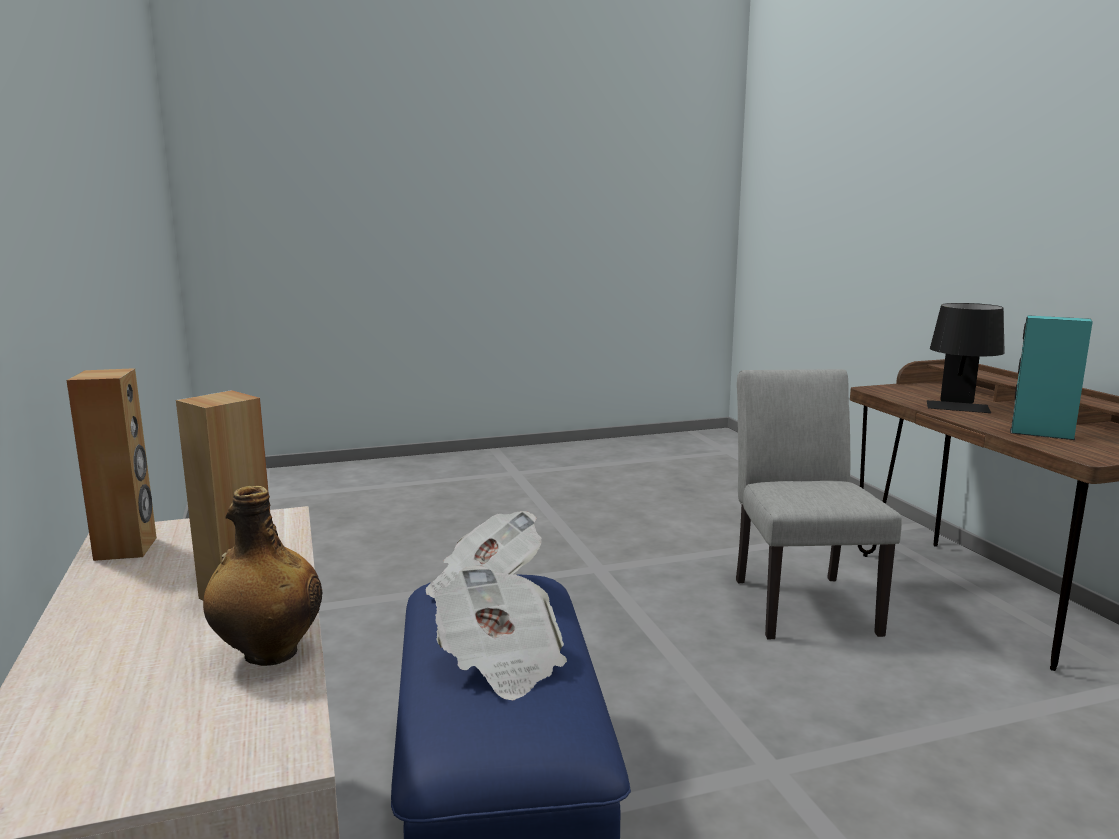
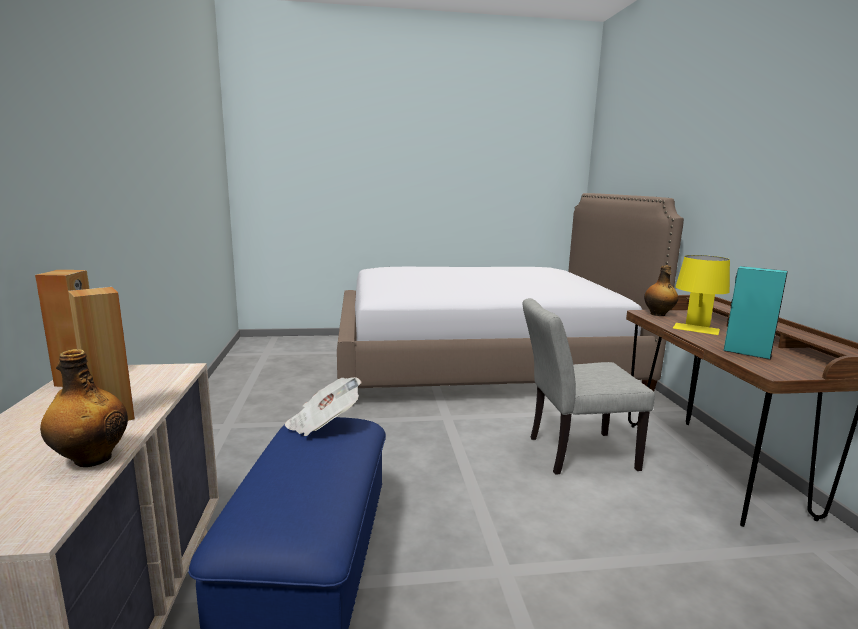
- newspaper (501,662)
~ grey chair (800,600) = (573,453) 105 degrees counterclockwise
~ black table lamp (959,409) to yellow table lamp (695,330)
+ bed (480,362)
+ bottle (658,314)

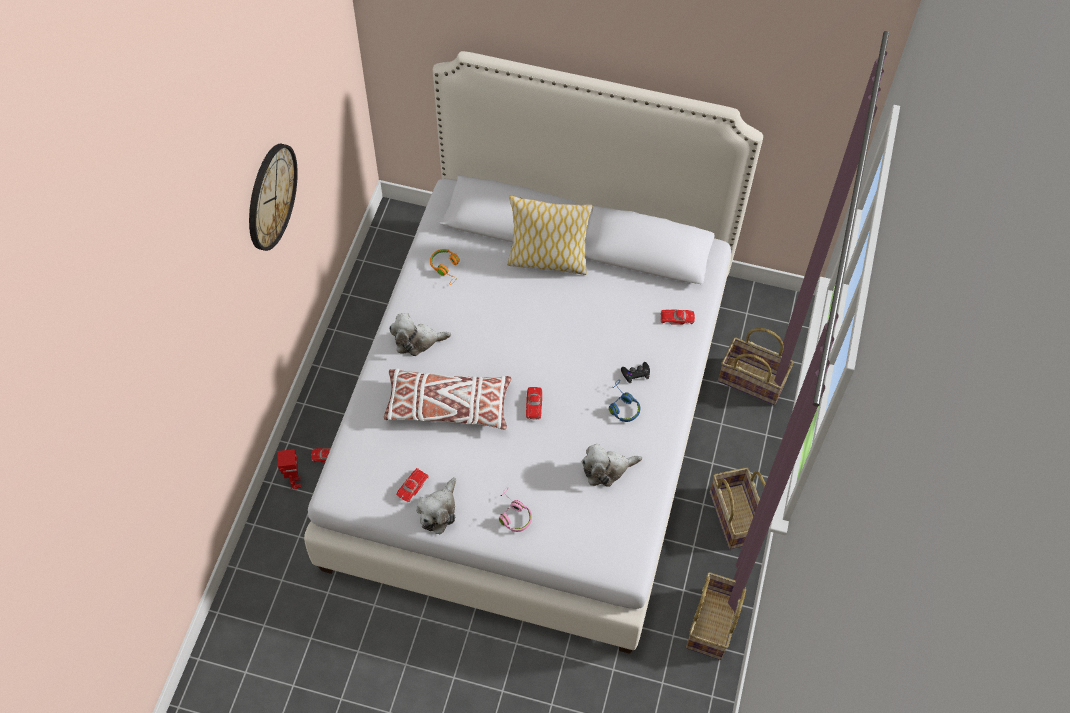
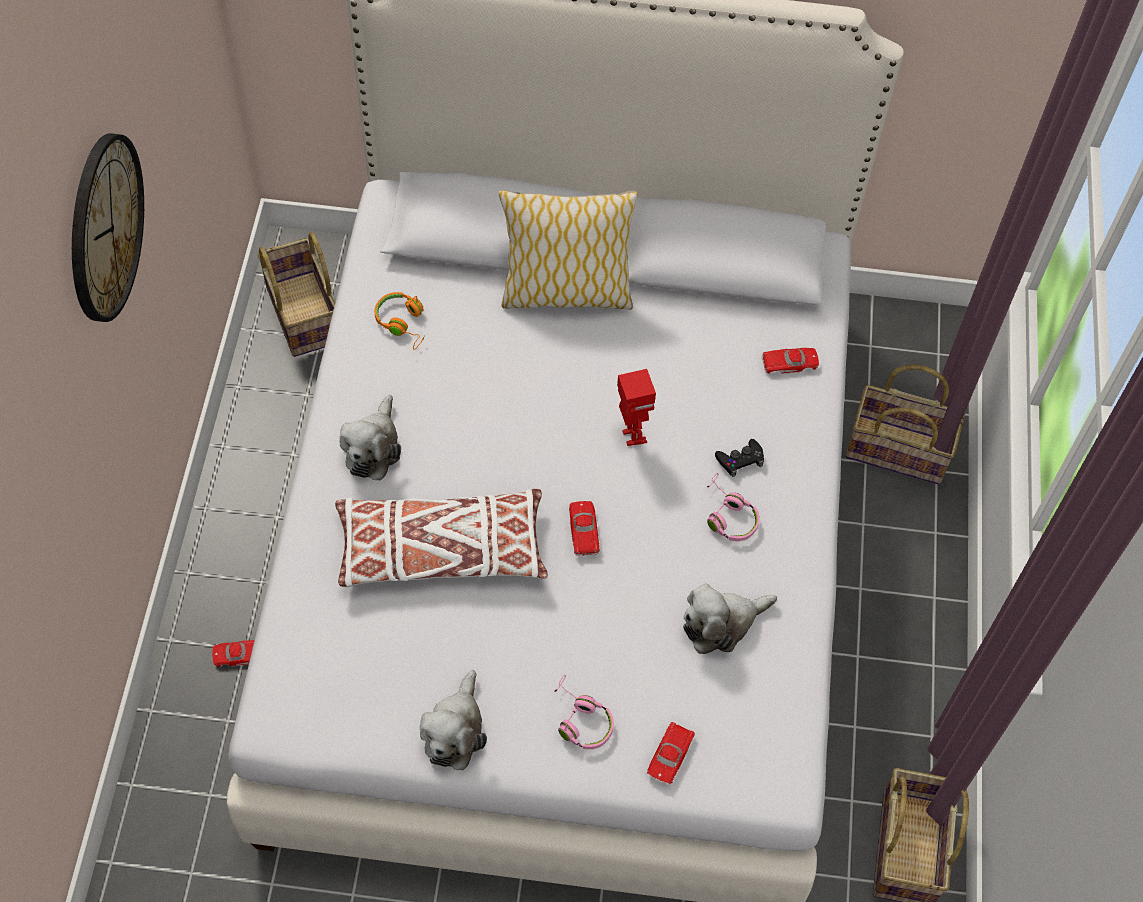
~ toy robot (295,482) to (631,437)
~ plush toy (417,341) = (373,447) 60 degrees counterclockwise
~ red toy car (412,486) to (670,755)
~ blue headphones (622,406) to pink headphones (728,515)
~ basket (734,516) to (301,314)

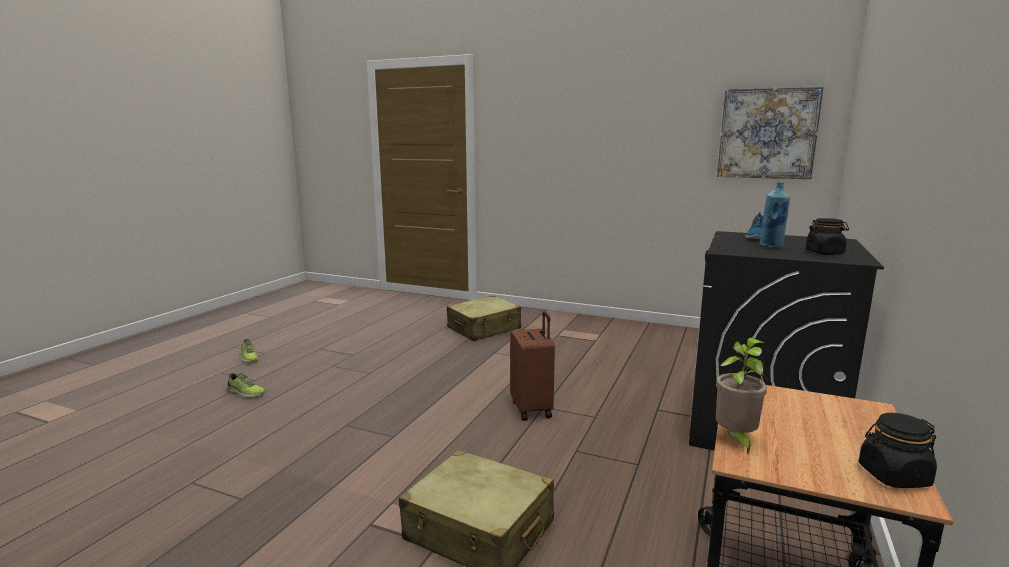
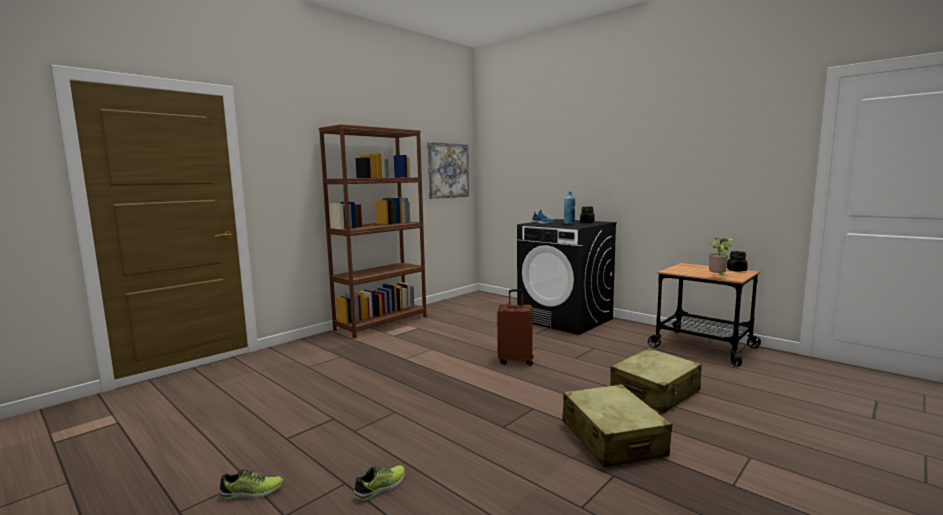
~ beige suitcase (484,329) to (612,438)
+ brown bookcase (381,323)

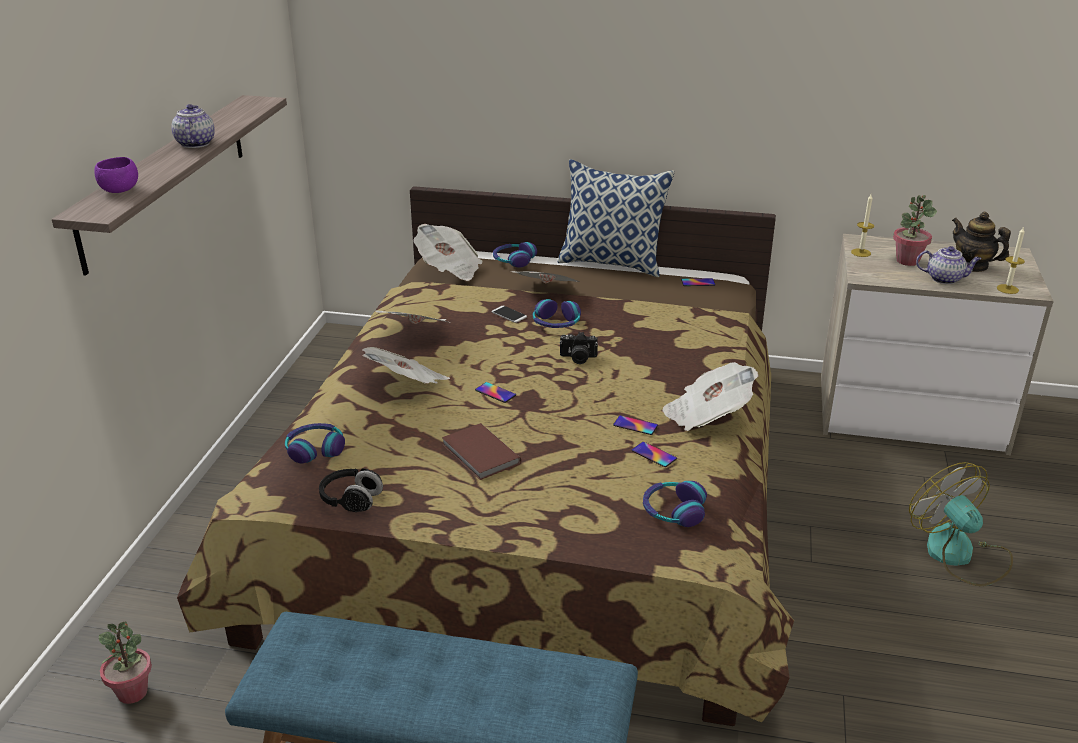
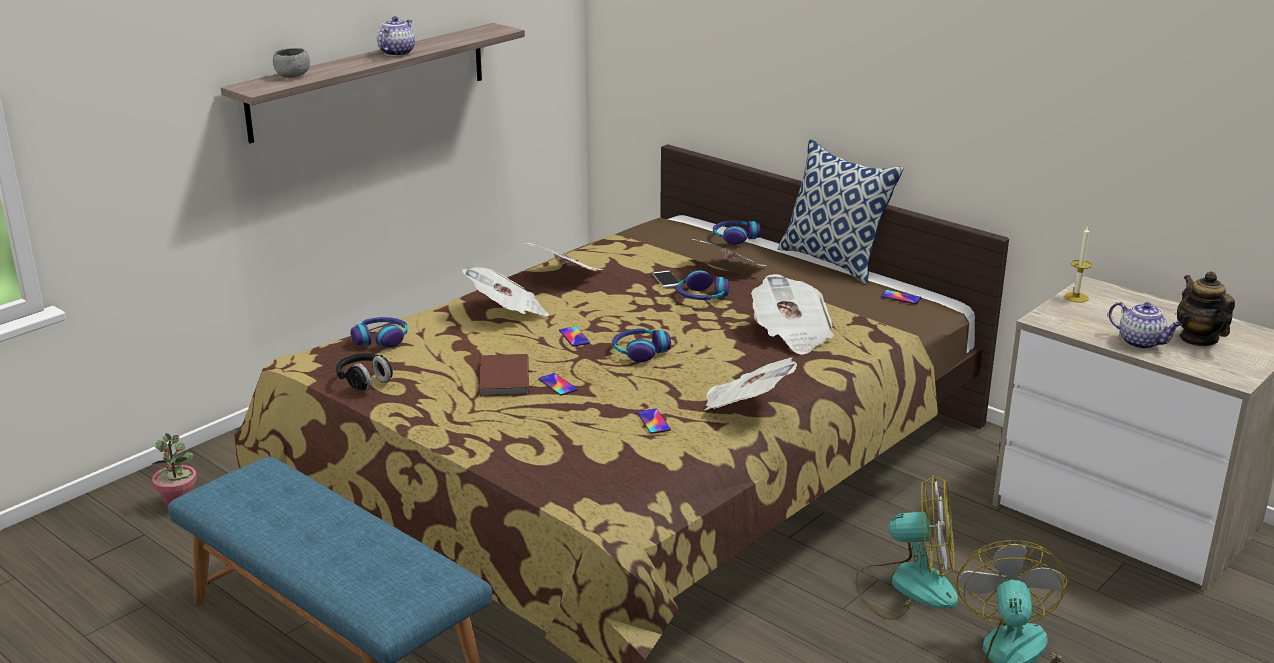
~ purple bowl (119,190) to grey bowl (292,76)
~ newspaper (449,269) to (791,335)
- photo camera (578,358)
~ phone (635,425) to (557,385)
~ headphones (673,511) to (640,351)
- potted plant (907,261)
- candle (1007,289)
+ fan (907,586)

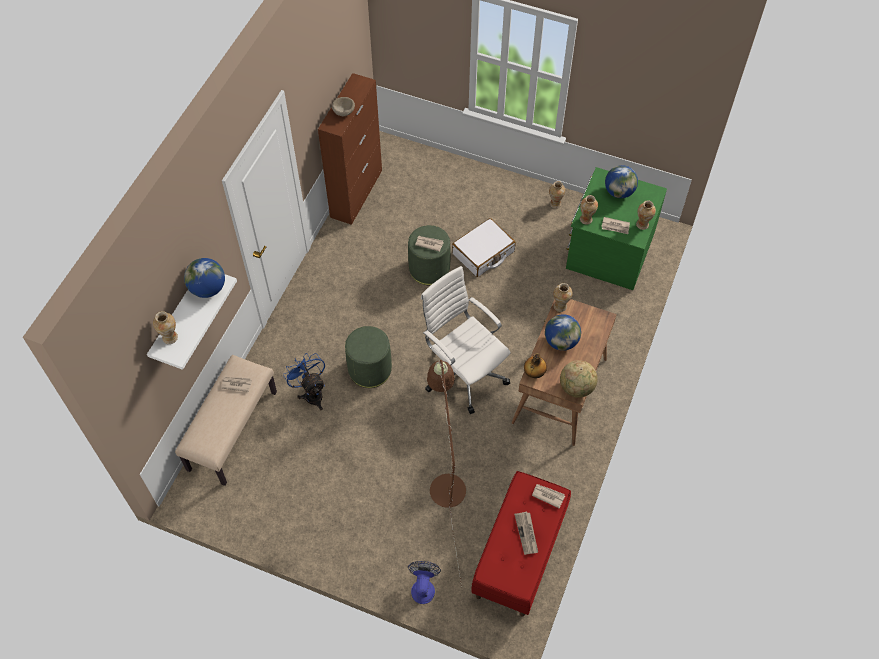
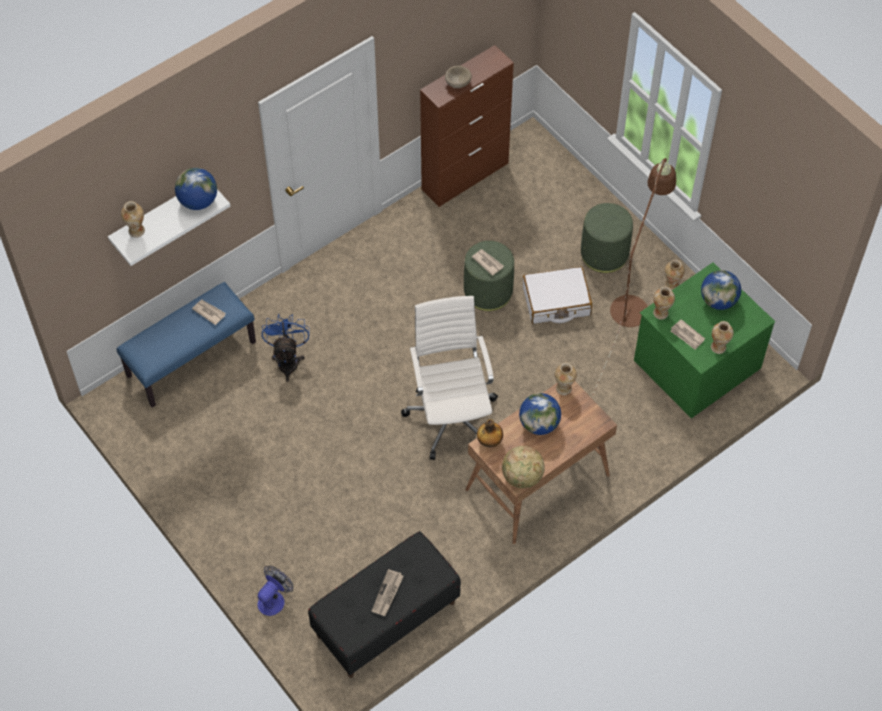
~ beige bench (232,430) to blue bench (191,358)
~ green ottoman (370,369) to (604,254)
~ brown floor lamp (446,481) to (632,302)
~ red bench (519,555) to black bench (386,619)
- newspaper (548,495)

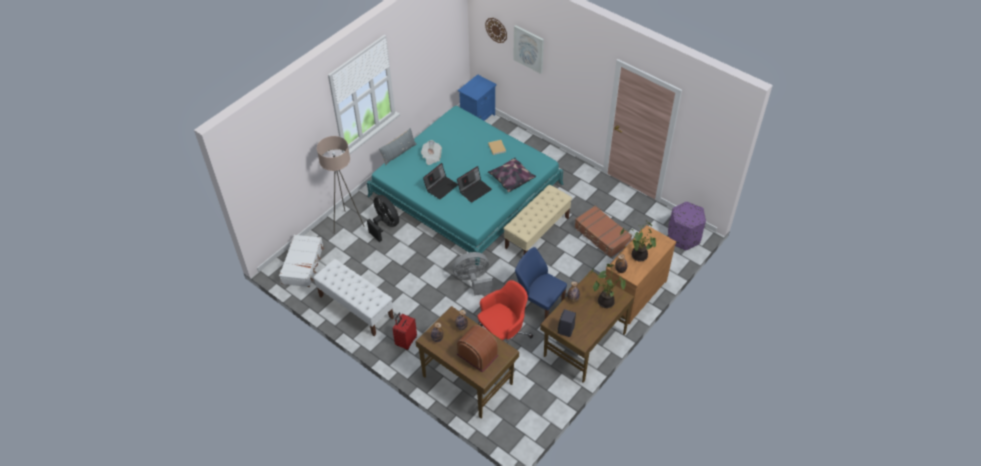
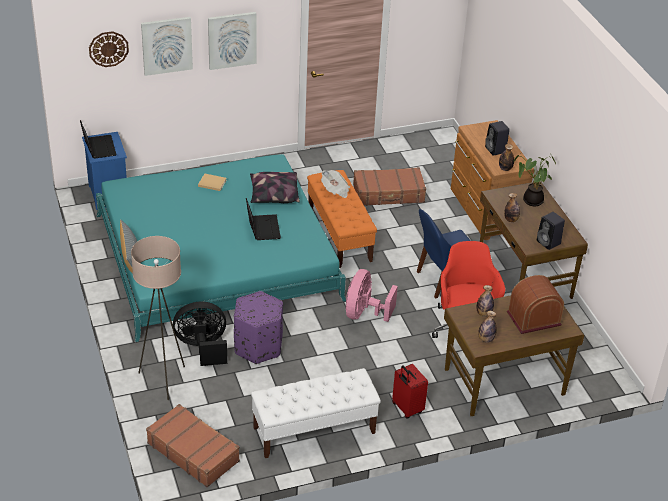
~ white suitcase (303,264) to brown suitcase (193,452)
~ newspaper (431,157) to (335,190)
~ laptop (441,187) to (98,147)
~ grey fan (473,281) to pink fan (364,313)
~ beige bench (537,232) to orange bench (339,234)
~ potted plant (637,256) to black speaker (496,150)
~ purple ottoman (683,237) to (258,346)
+ picture (232,40)

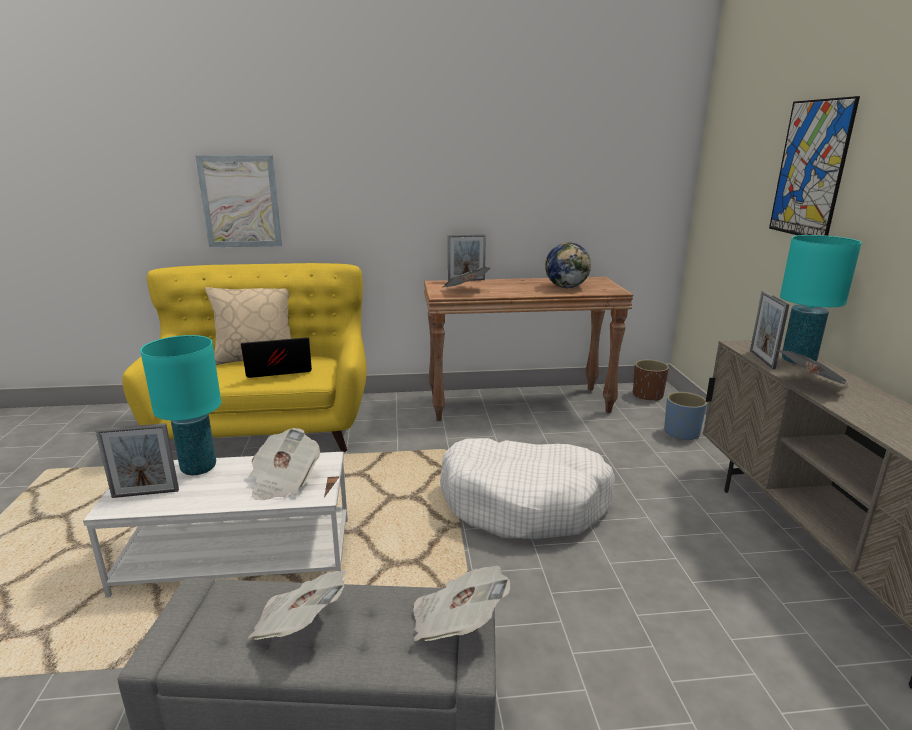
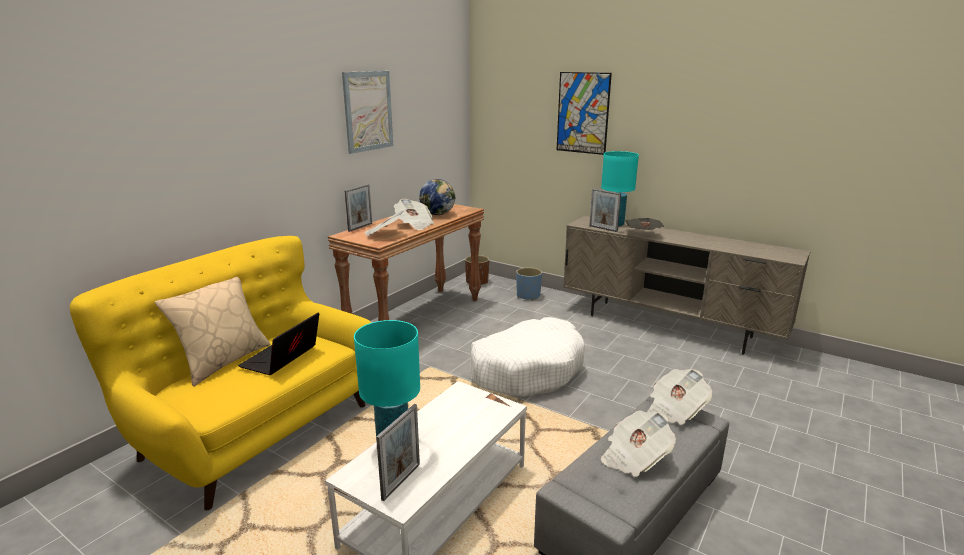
~ picture (240,201) to (368,111)
~ newspaper (283,481) to (414,225)

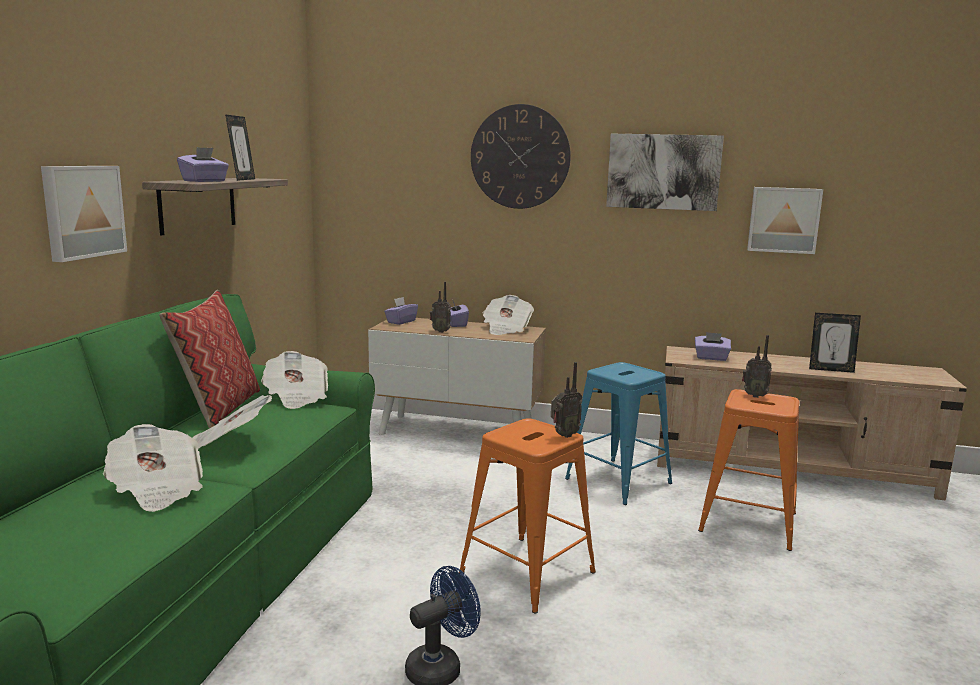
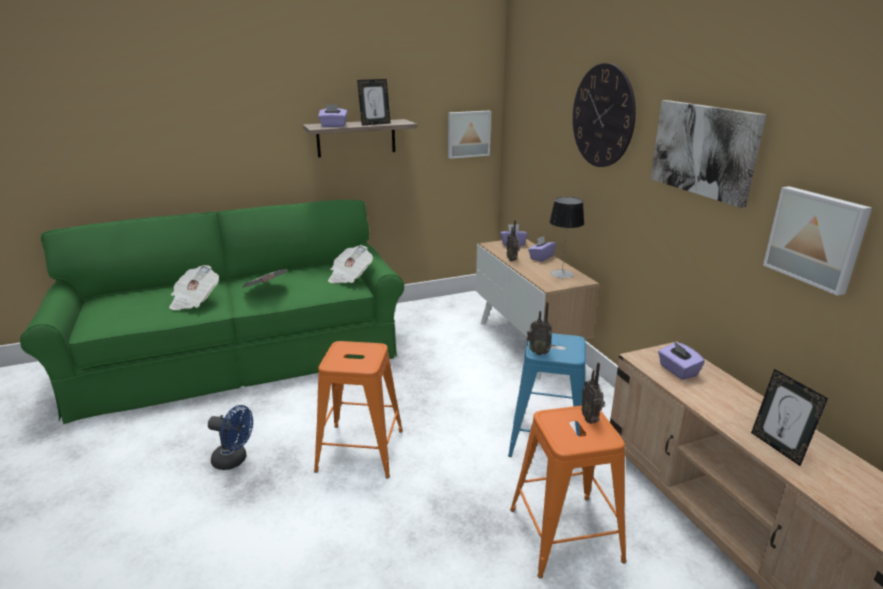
~ picture (82,211) to (468,134)
- pillow (219,408)
~ newspaper (506,329) to table lamp (562,274)
~ radio (563,435) to (538,352)

